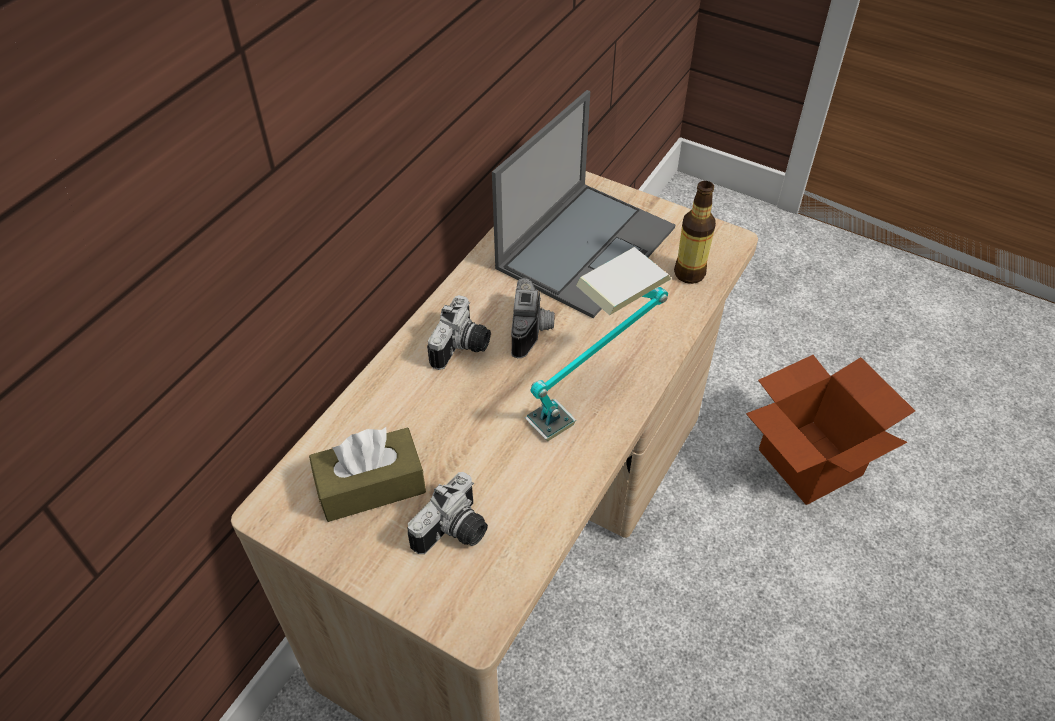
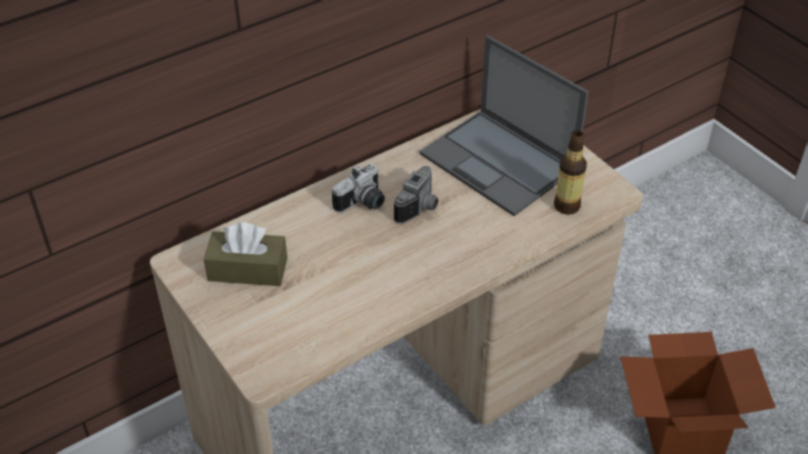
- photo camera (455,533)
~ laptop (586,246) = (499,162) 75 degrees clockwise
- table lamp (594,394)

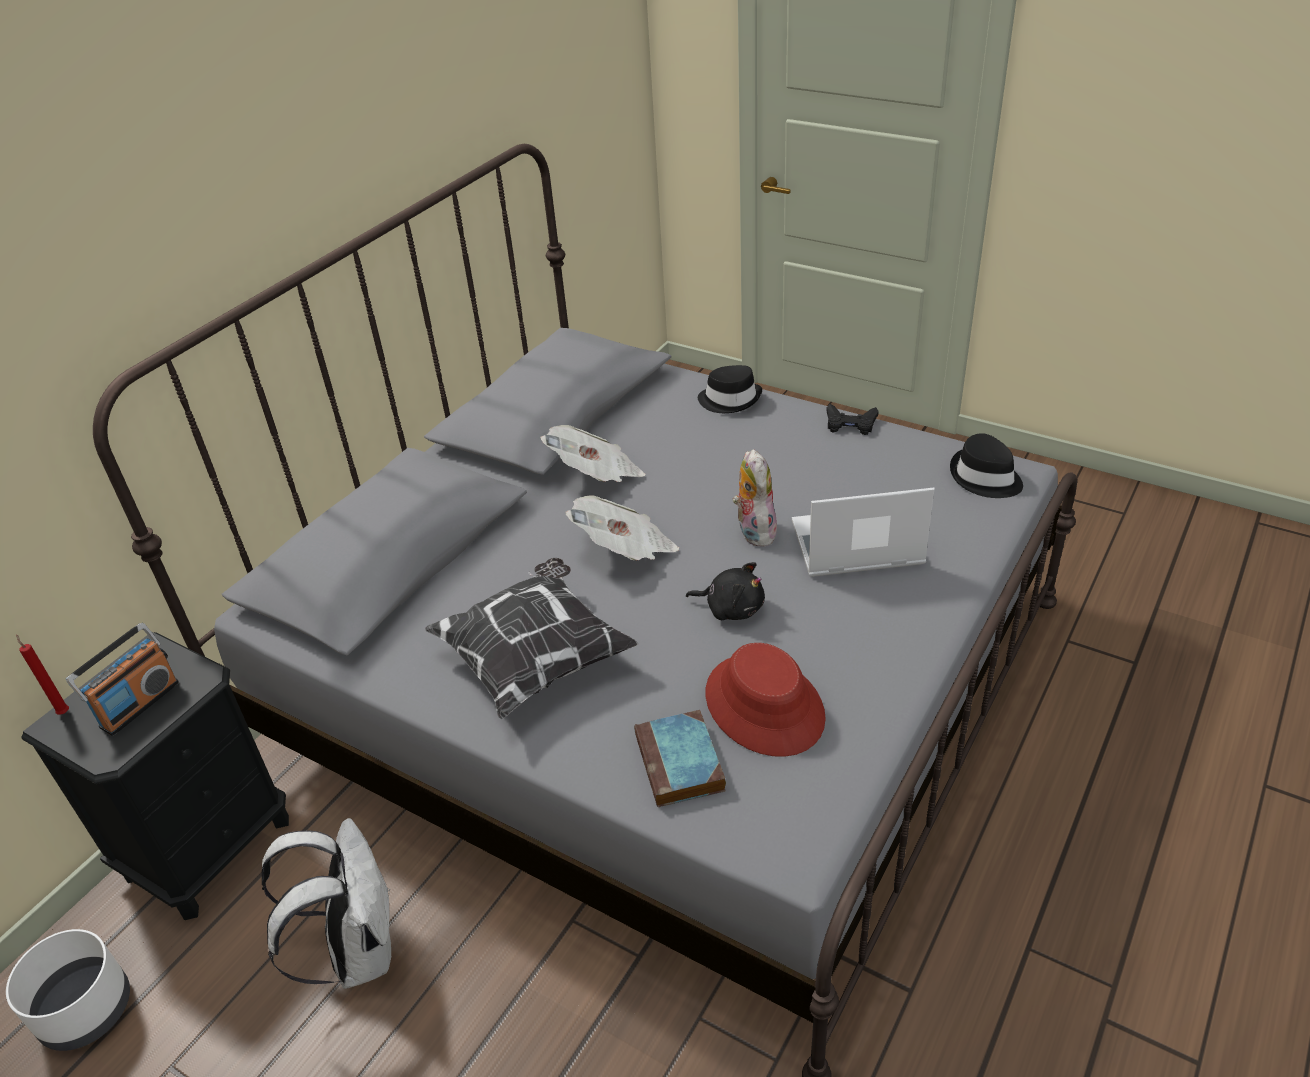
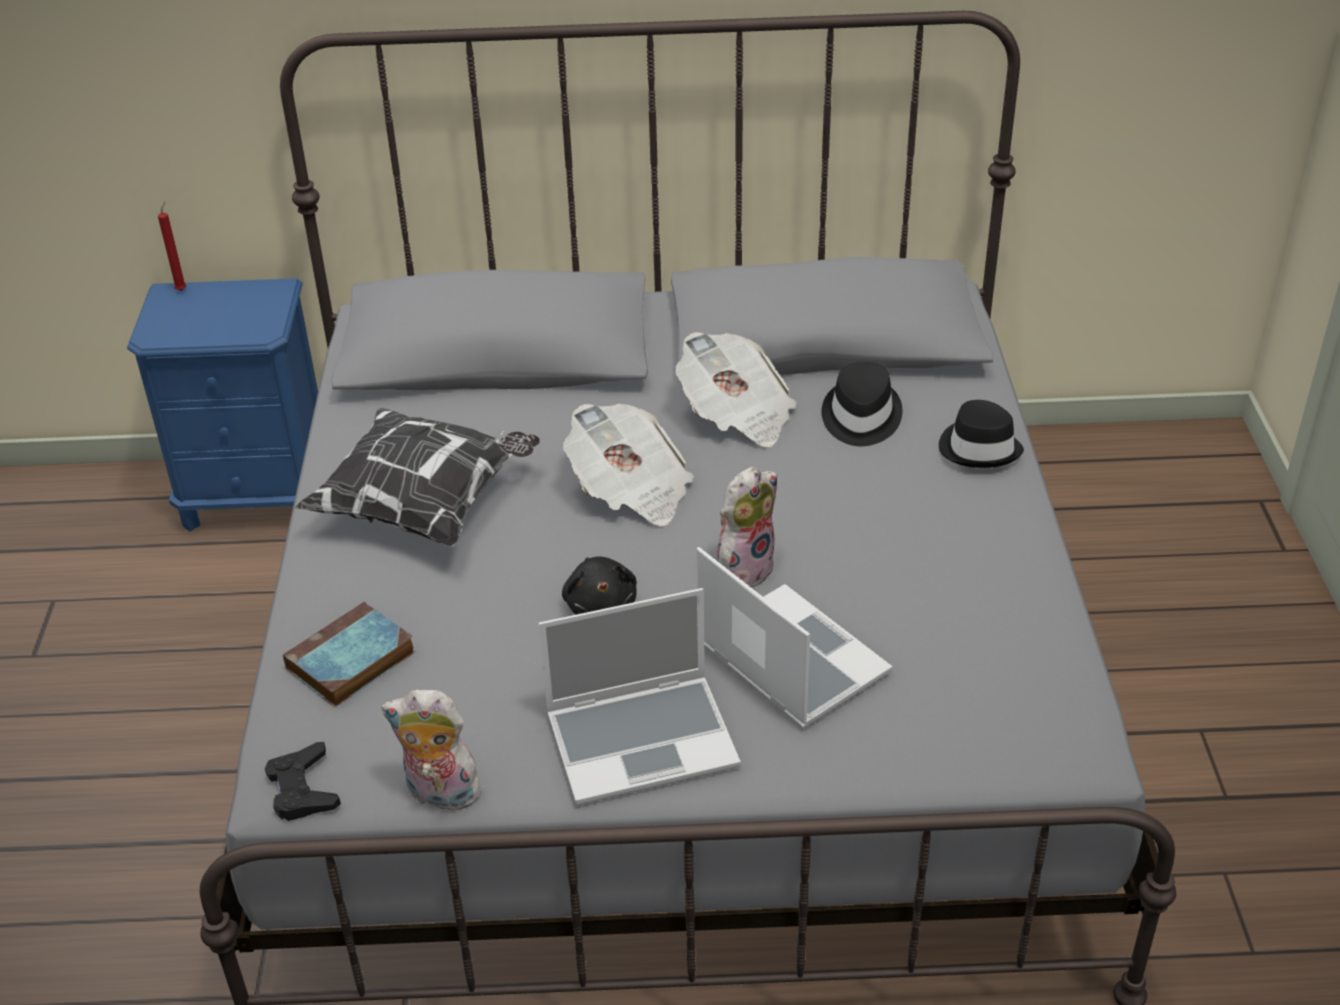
- white planter (86,1009)
~ black nightstand (210,847) to blue nightstand (259,496)
- radio (139,704)
- white backpack (357,950)
- red hat (765,705)
~ black game controller (850,424) to (303,789)
~ black hat (985,478) to (860,417)
+ plush toy (439,794)
+ laptop (643,739)

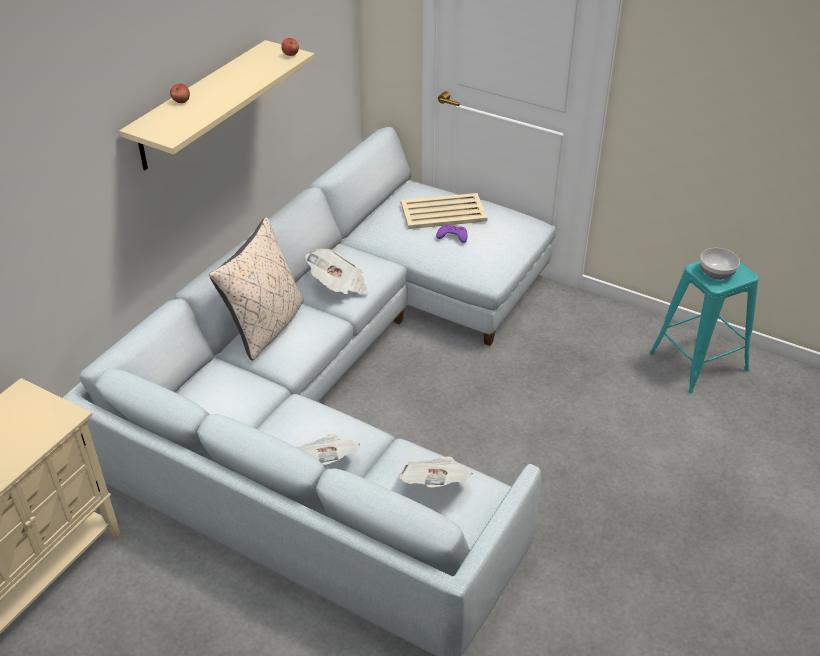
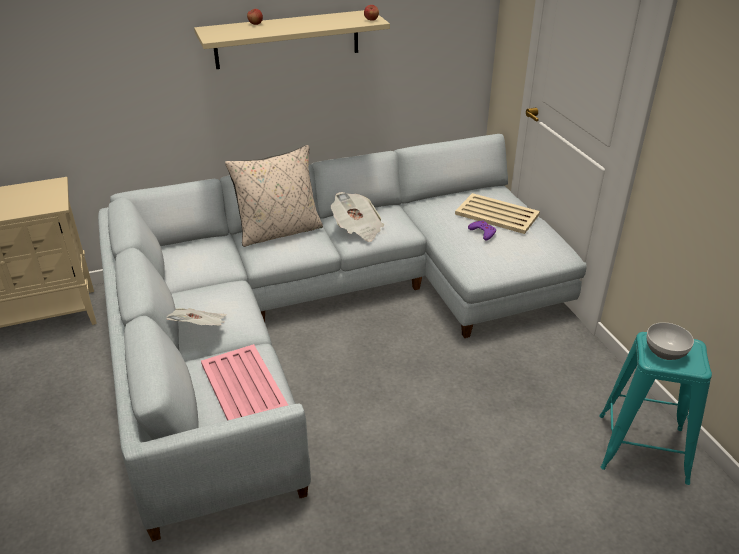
~ newspaper (435,484) to pink tray (243,385)

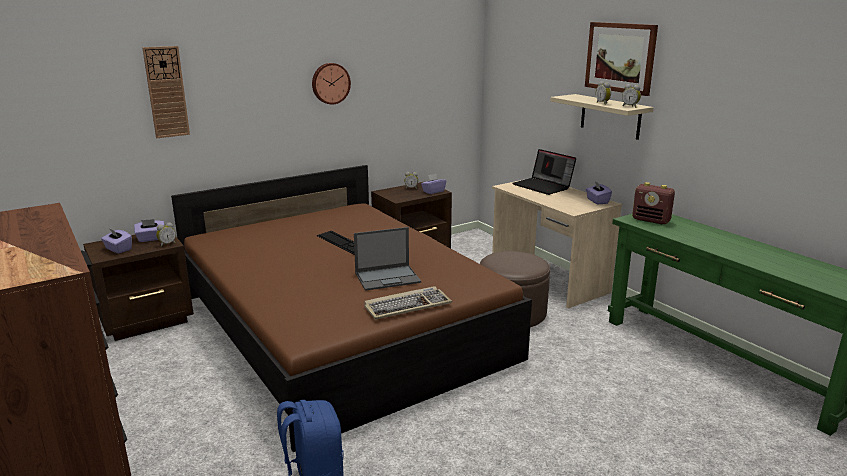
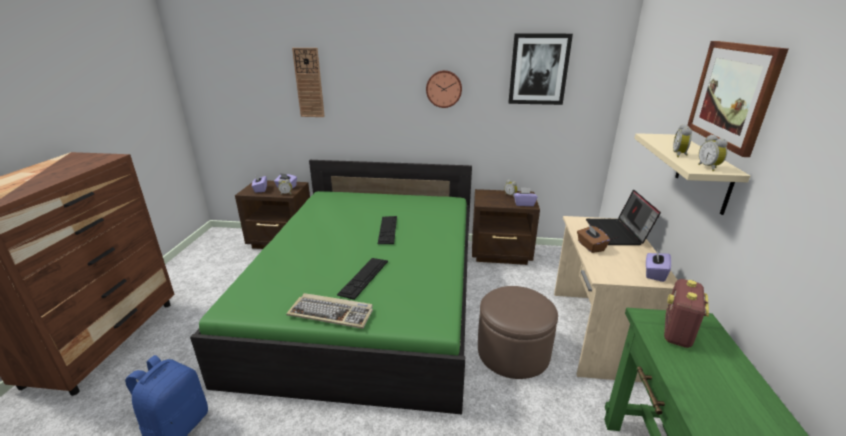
~ brown bed (341,326) to green bed (369,297)
~ laptop (388,277) to keyboard (364,277)
~ radio (651,220) = (677,333) 45 degrees clockwise
+ picture (538,69)
+ brown tissue box (590,246)

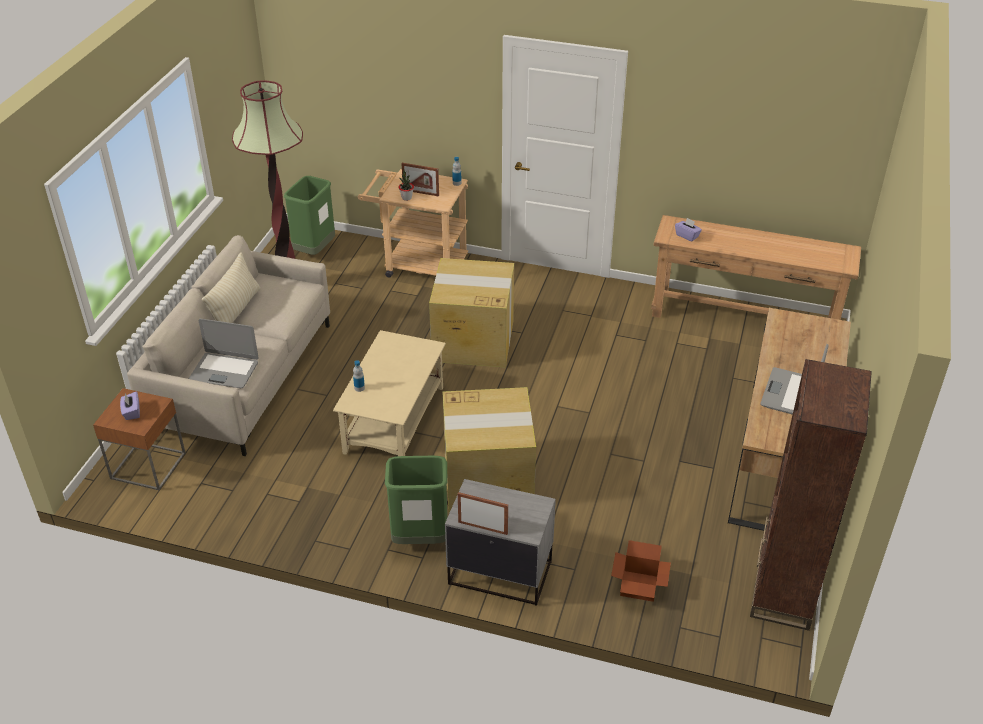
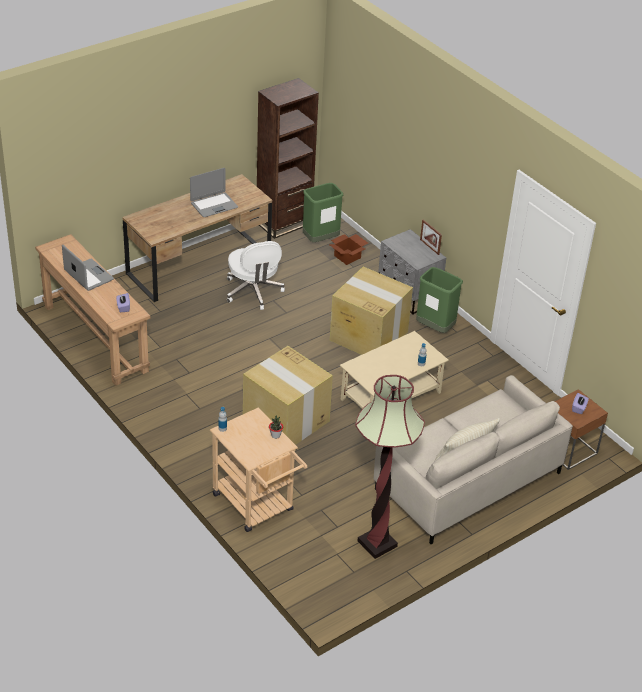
~ laptop (224,370) to (88,276)
~ green trash can (314,250) to (320,240)
- picture frame (421,193)
+ white office chair (253,292)

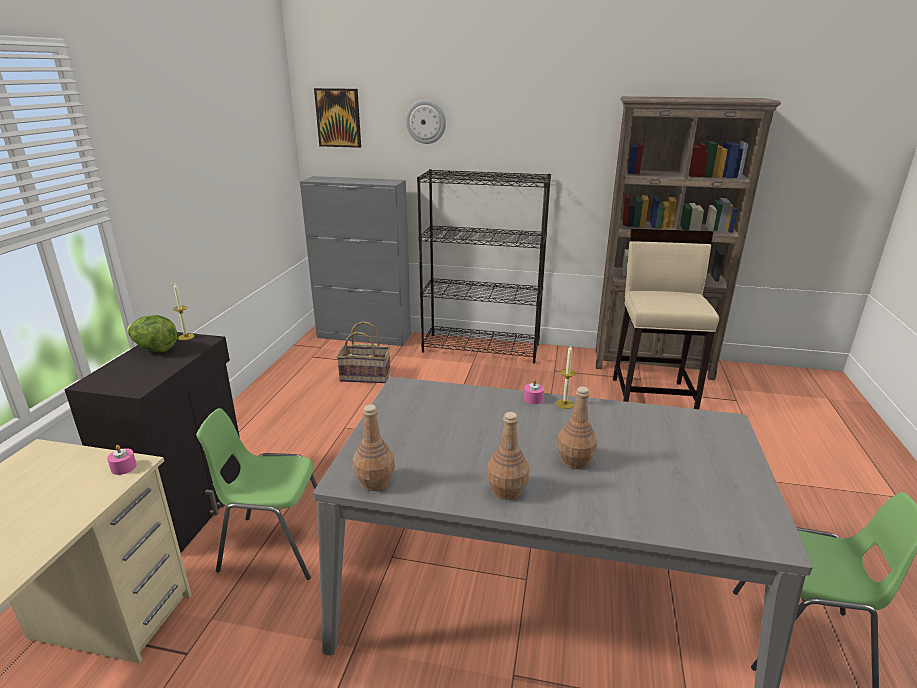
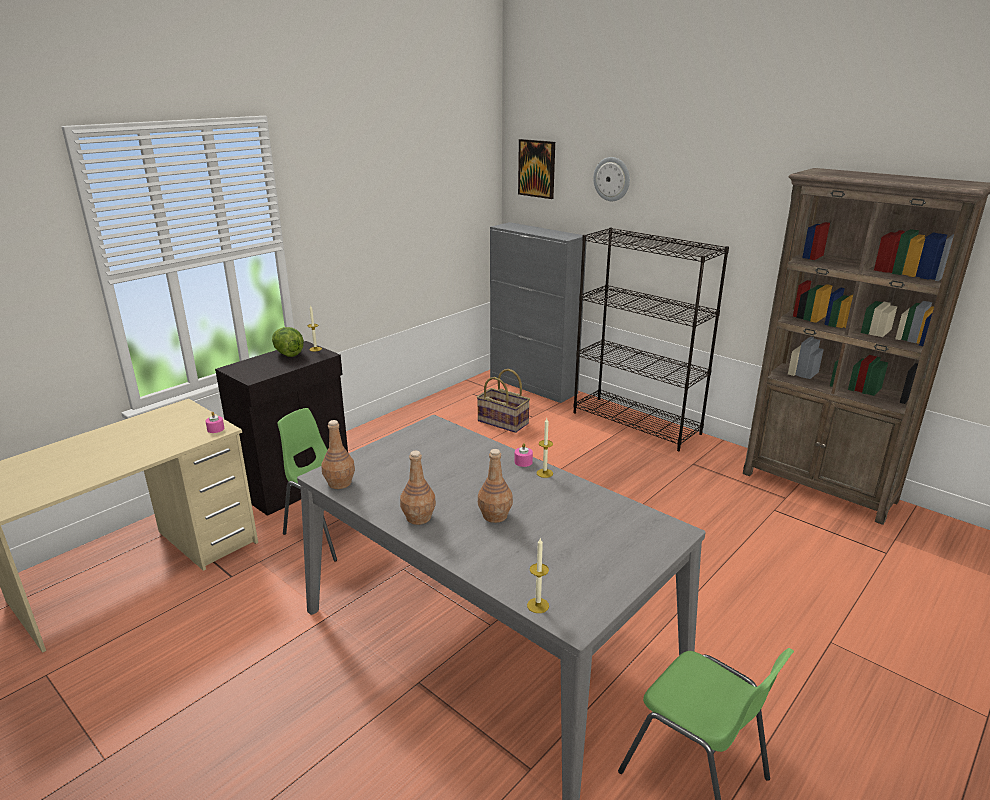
- beige stool (652,398)
+ candle (538,605)

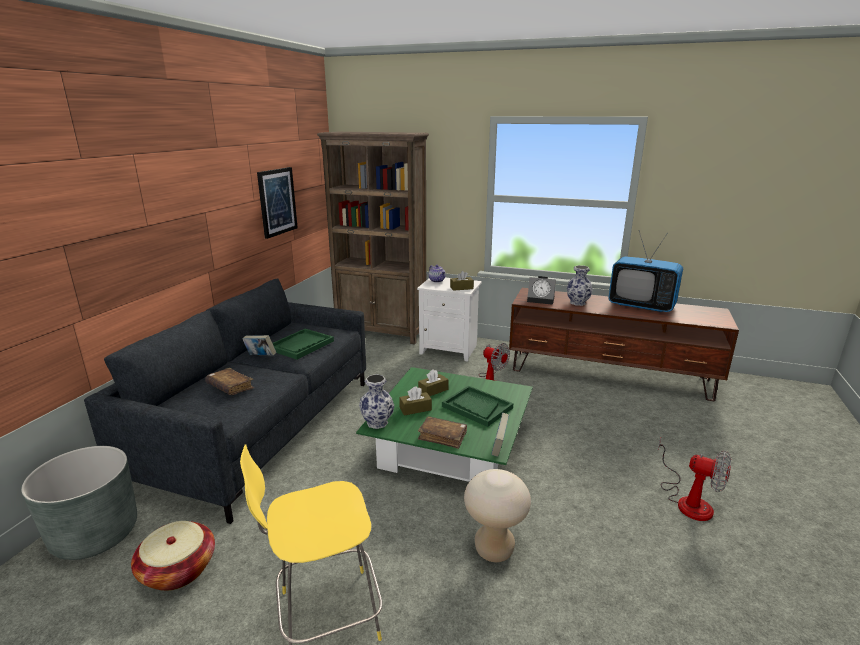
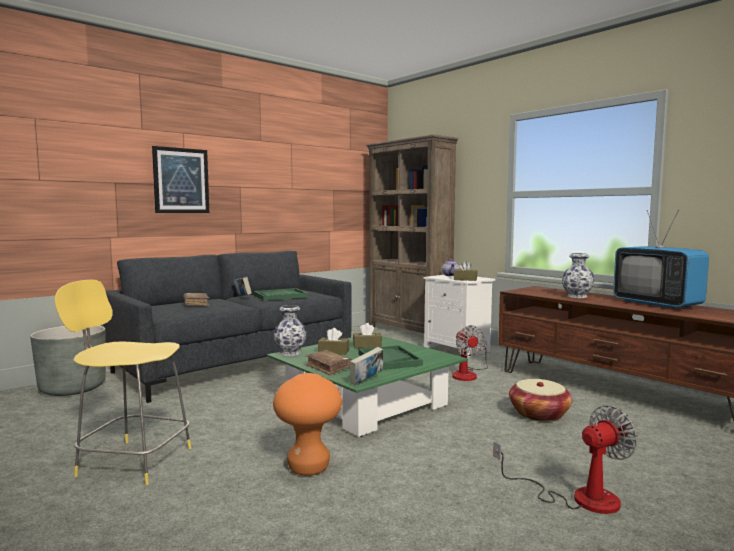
~ basket (178,570) to (539,414)
~ picture (277,202) to (181,180)
~ beige stool (494,550) to orange stool (308,468)
- alarm clock (541,300)
~ fan (688,500) = (578,497) 90 degrees counterclockwise

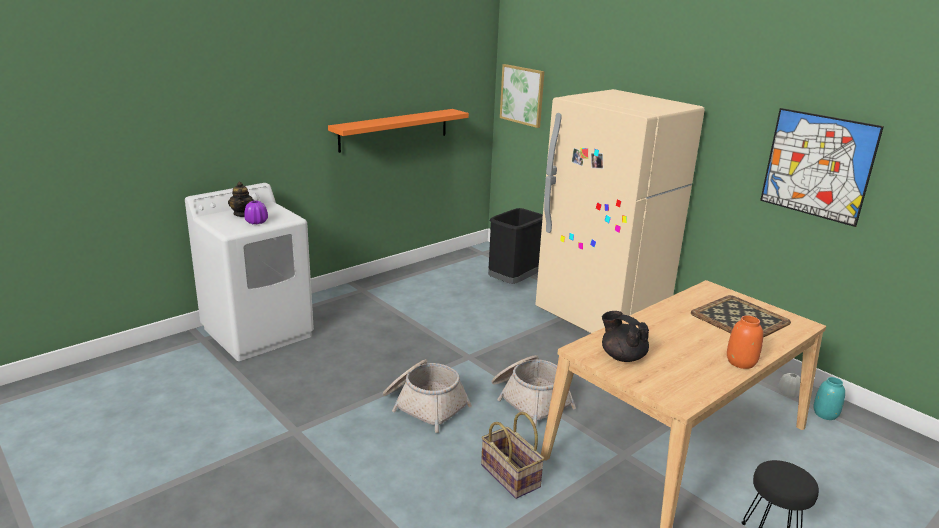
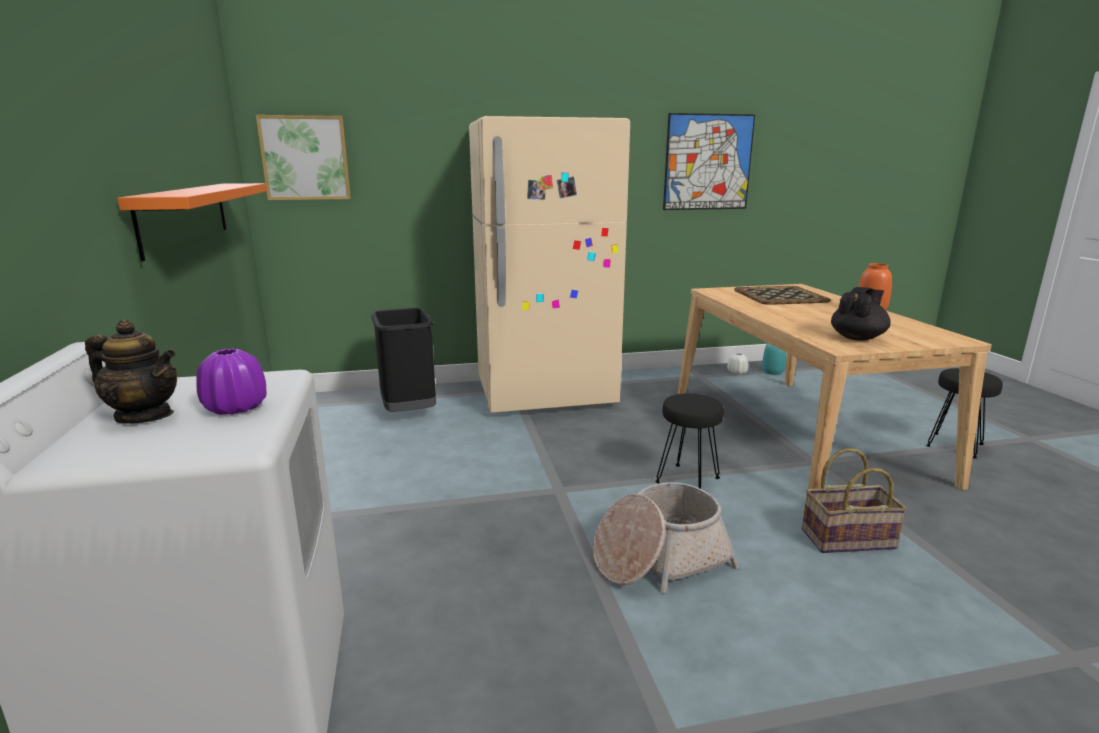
~ basket (529,399) to black stool (687,480)
~ black teapot (622,356) = (857,338) 150 degrees clockwise

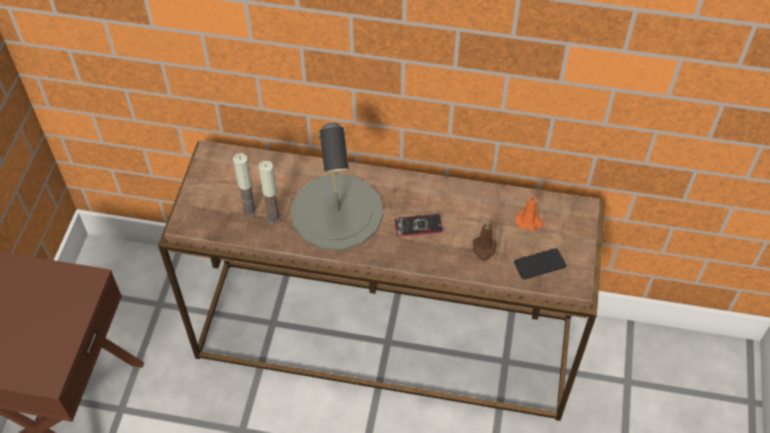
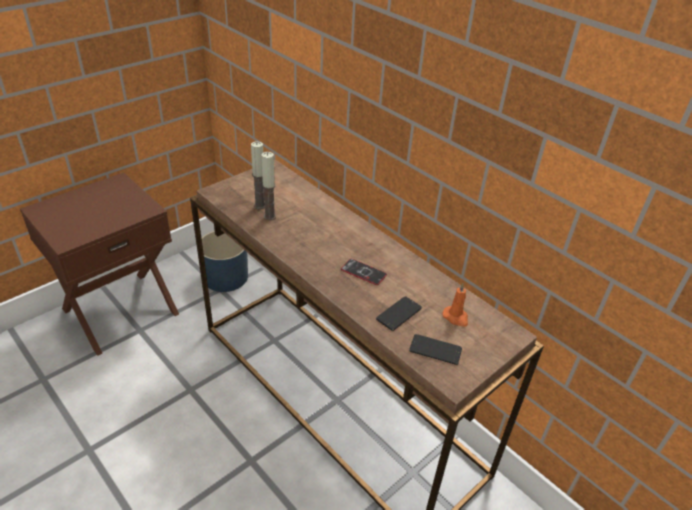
- grey table lamp (337,212)
~ brown candle (484,249) to phone (399,314)
+ blue planter (225,277)

